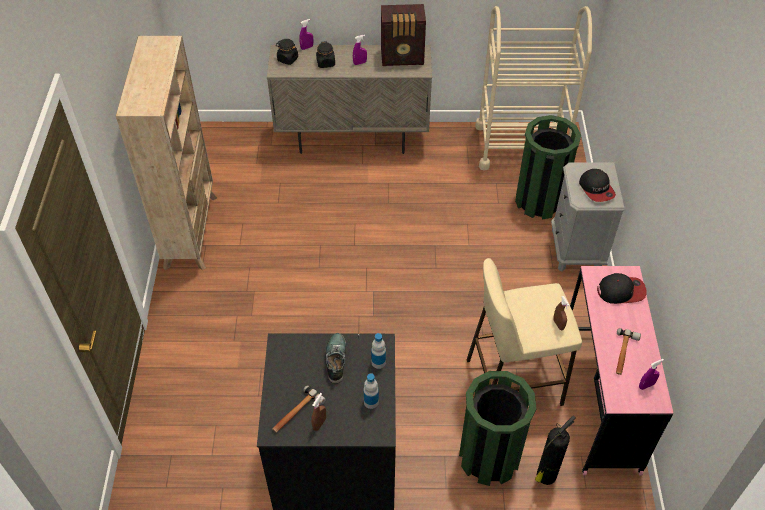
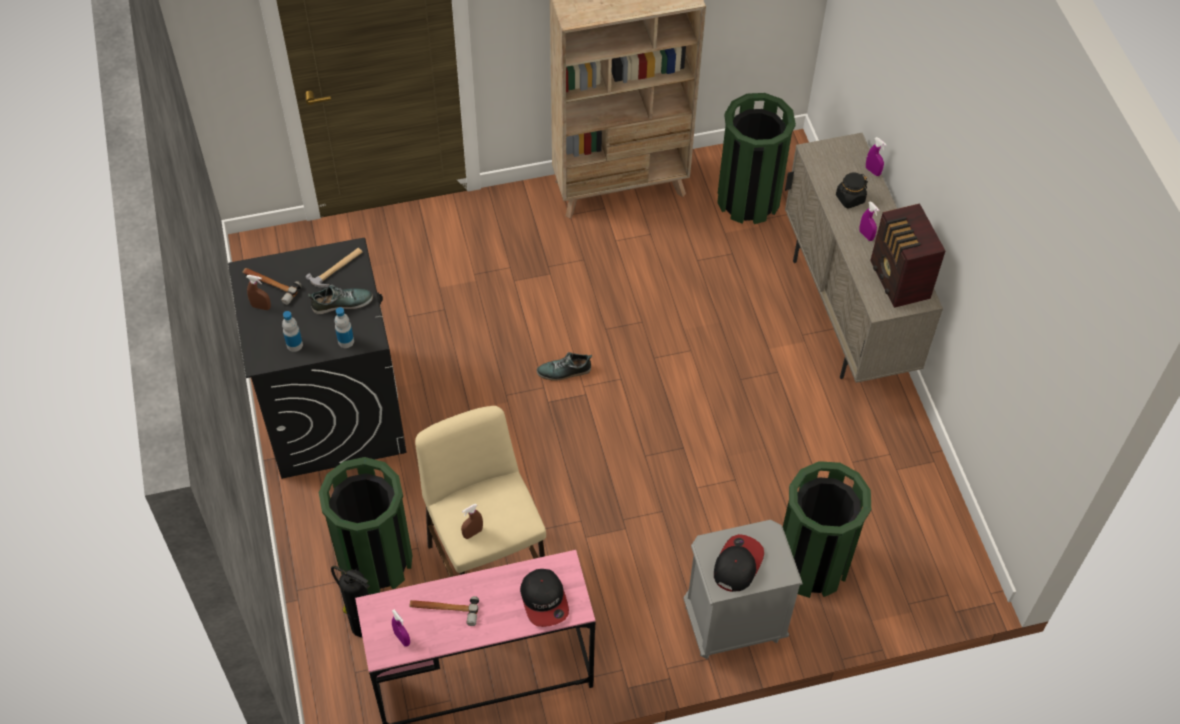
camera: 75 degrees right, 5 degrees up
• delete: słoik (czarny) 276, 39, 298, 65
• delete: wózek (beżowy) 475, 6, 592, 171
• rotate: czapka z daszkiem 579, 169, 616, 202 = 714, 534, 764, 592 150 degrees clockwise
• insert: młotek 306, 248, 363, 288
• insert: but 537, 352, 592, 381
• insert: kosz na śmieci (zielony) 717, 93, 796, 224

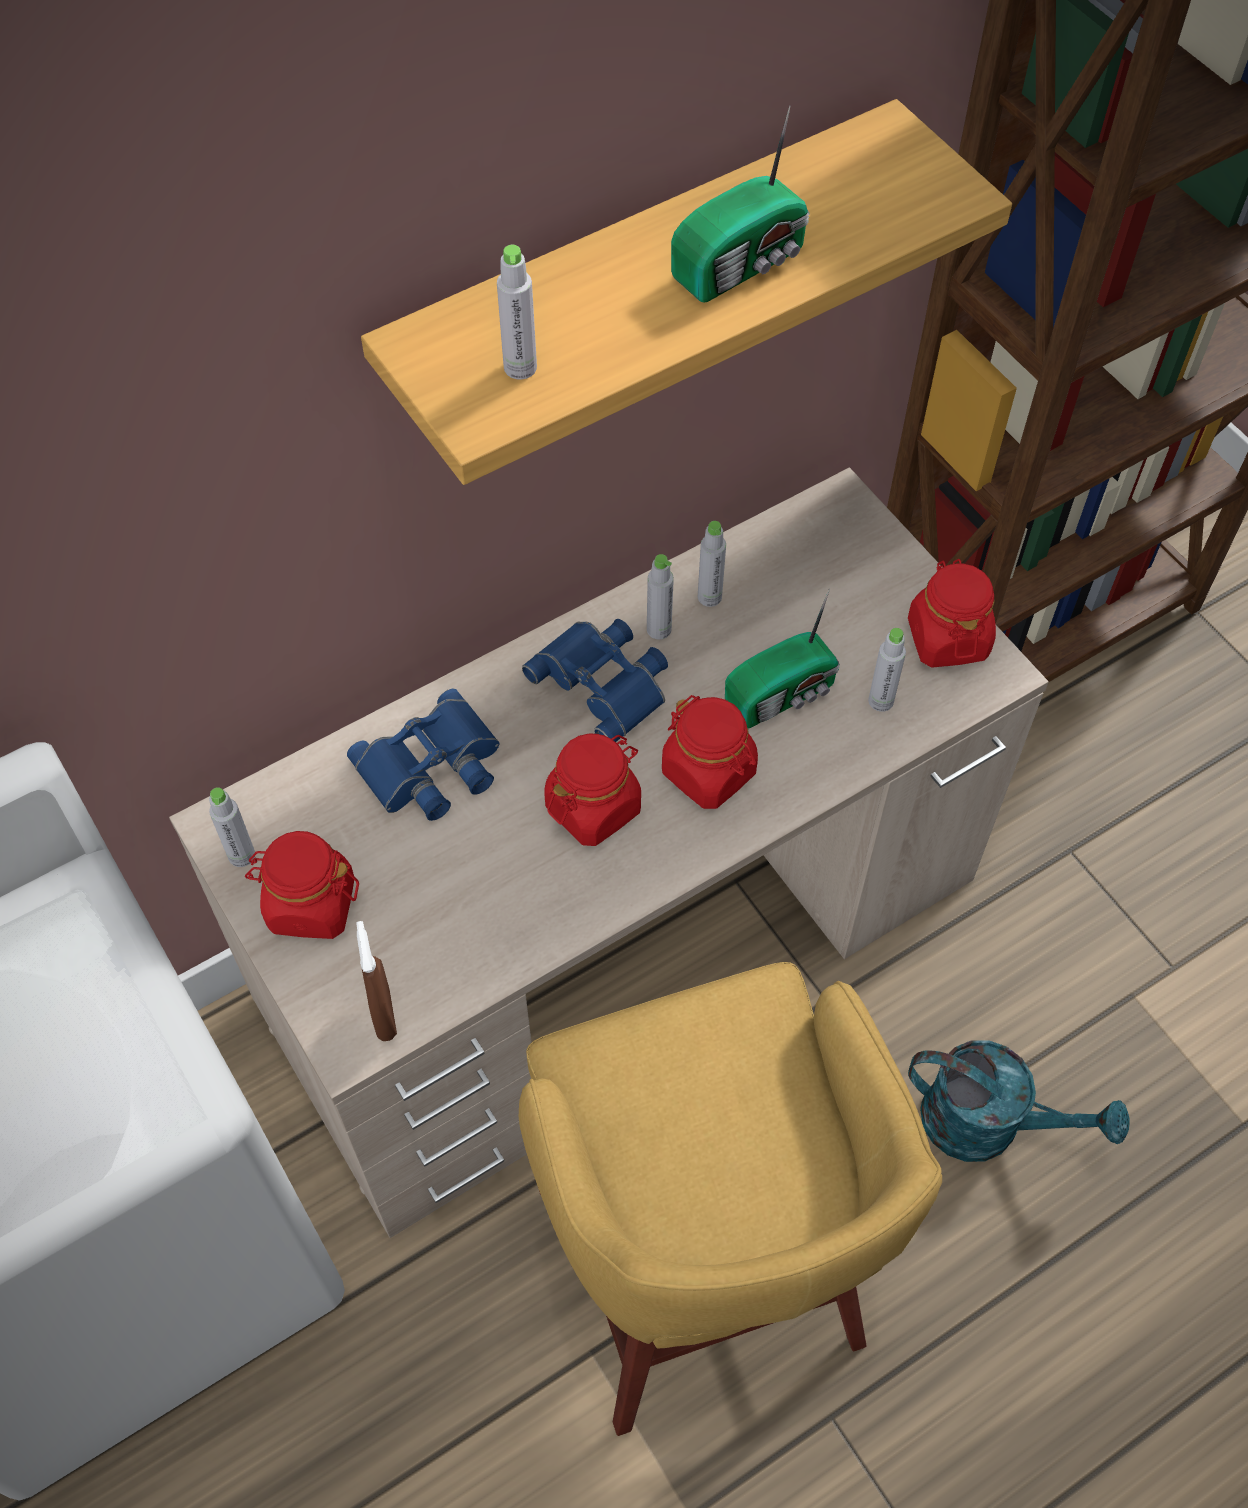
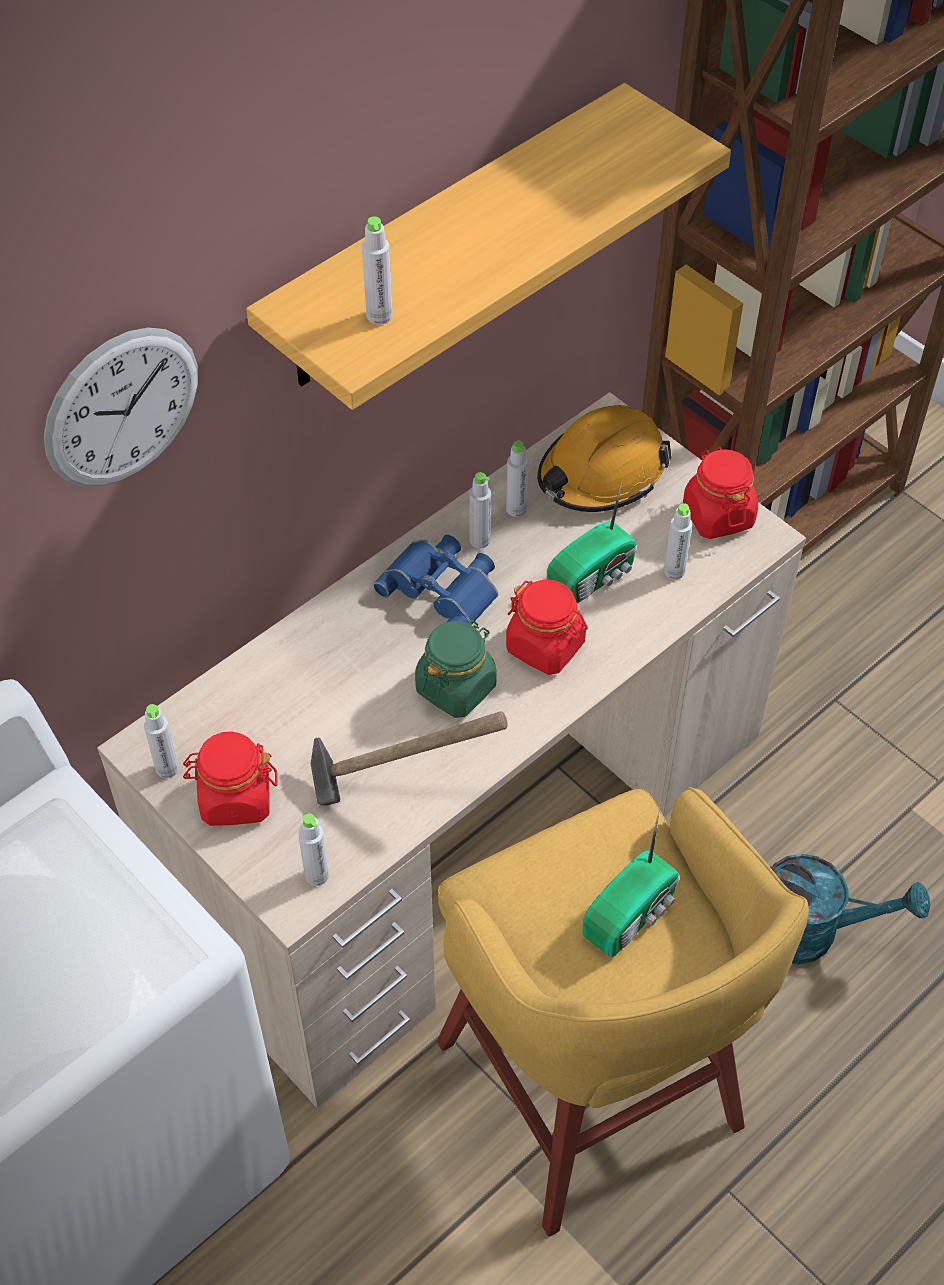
camera: 10 degrees left, 5 degrees down
• delete: lornetka (niebieski) 347, 689, 499, 821
• replace: spryskiwacz (brązowy) 356, 921, 397, 1041 to butelka (szary) 298, 813, 329, 886
• recolor: słoik (czerwony) 544, 734, 641, 846 to słoik (zielony) 415, 620, 497, 718
• move: radio 671, 105, 810, 303 to 582, 811, 680, 957
• insert: zegar ścienny 44, 327, 198, 486
• insert: młotek 311, 711, 508, 806
• insert: kask (pomarańczowy) 537, 405, 672, 512

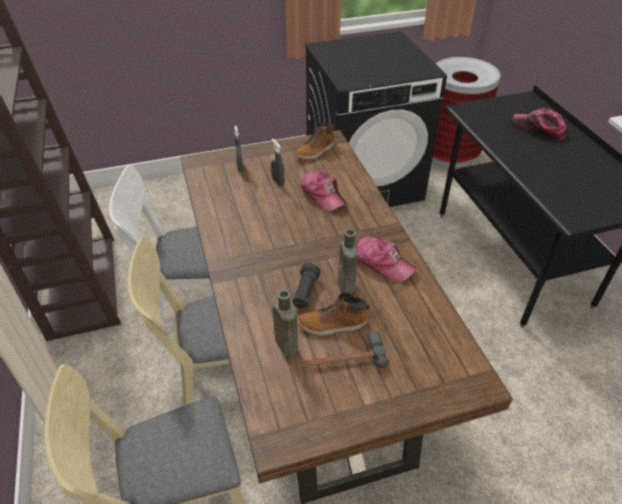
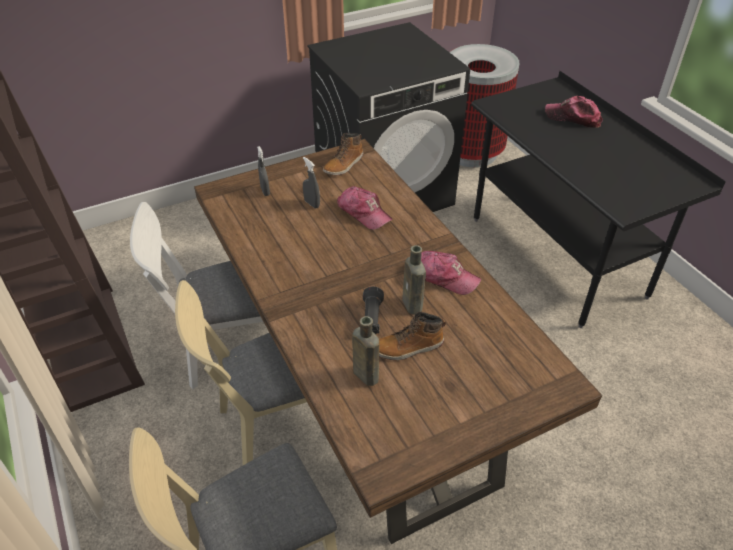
camera: 10 degrees left, 0 degrees up
• delete: młotek 307, 331, 389, 368

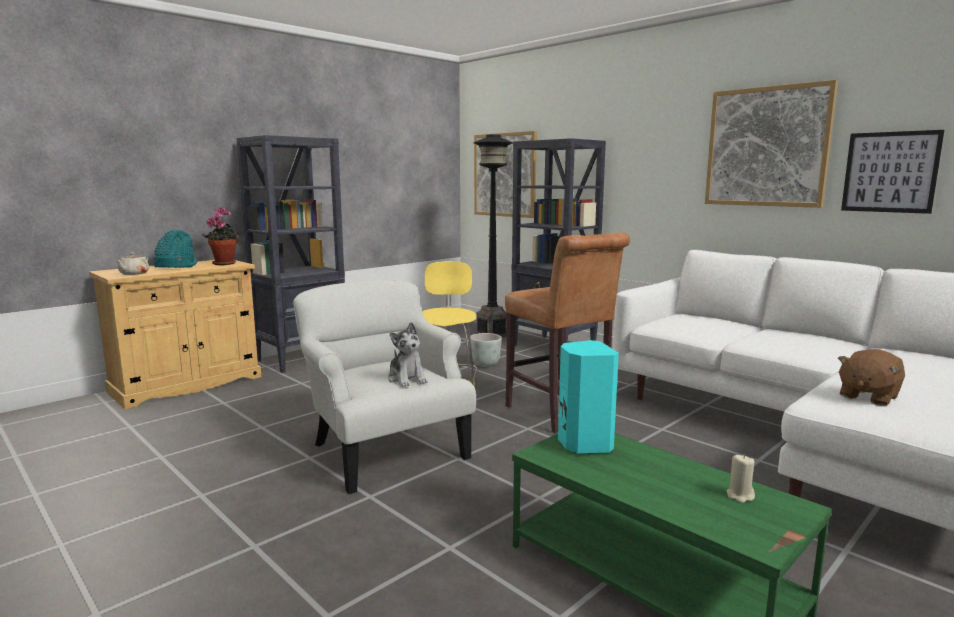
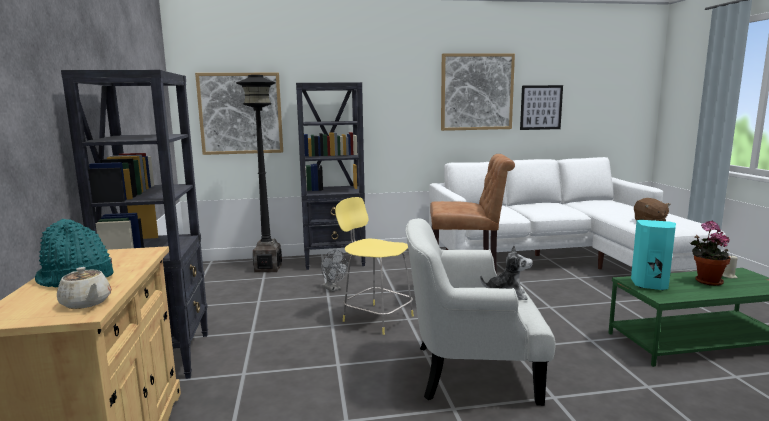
camera: 55 degrees left, 0 degrees up
• move: roślina doniczkowa 202, 207, 241, 265 to 690, 221, 731, 286
• replace: donica (szary) 470, 333, 502, 367 to wentylator (szary) 321, 250, 348, 292

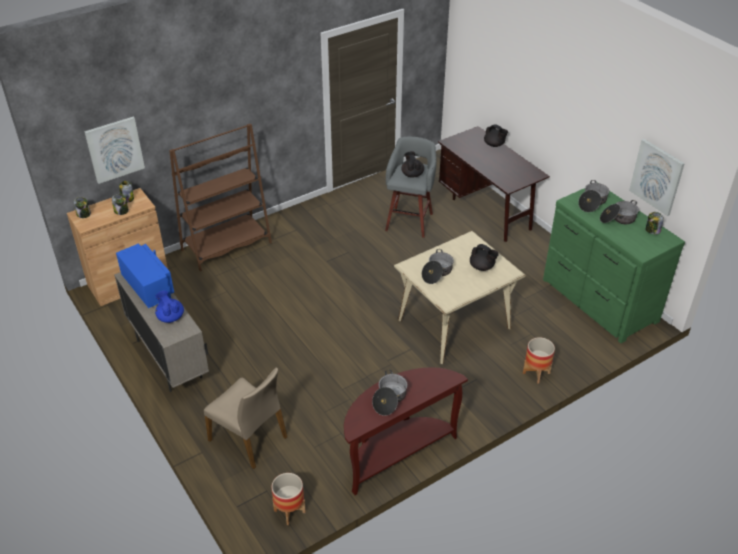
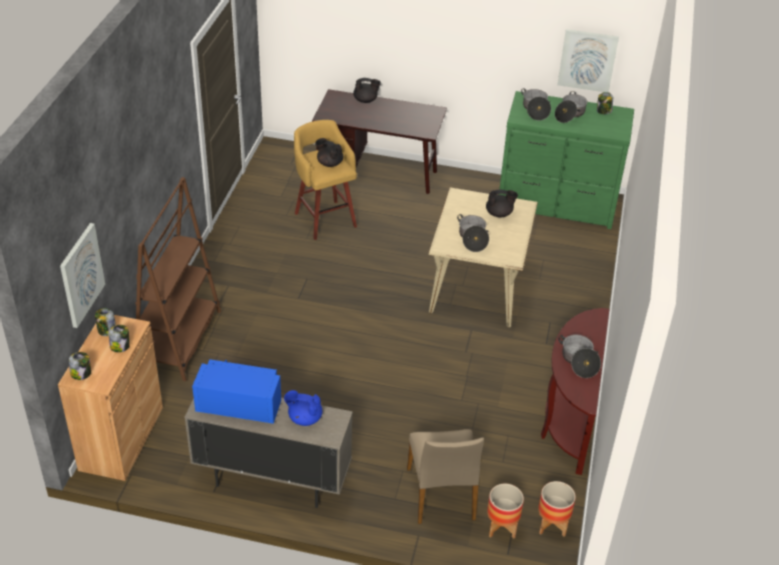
camera: 45 degrees left, 0 degrees up
• rotate: krzesło (beżowy) 204, 367, 287, 469 = 407, 429, 484, 524 90 degrees clockwise
• recolor: stołek (szary) 385, 137, 437, 238 to stołek (żółty) 294, 120, 357, 240
• move: donica 523, 337, 555, 384 to 487, 484, 524, 539

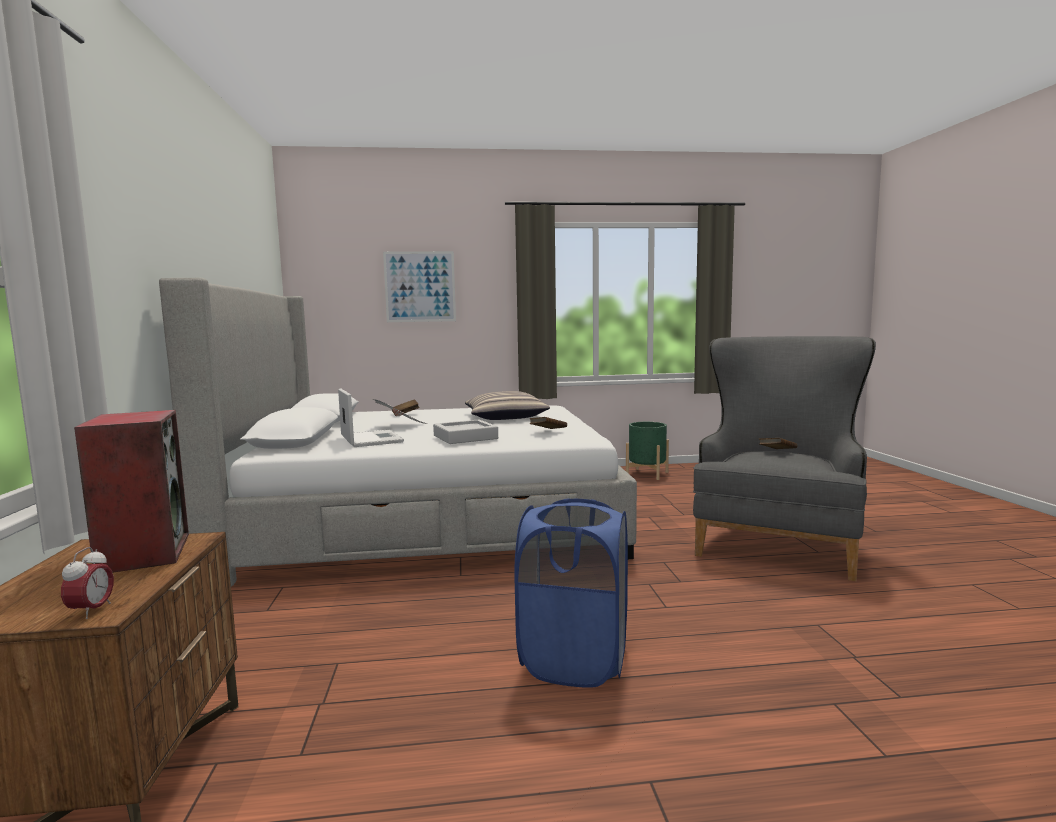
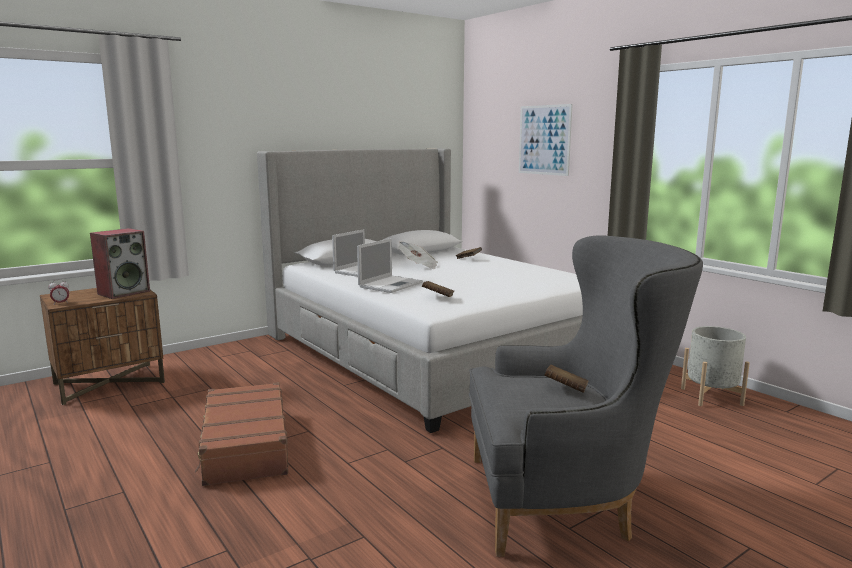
camera: 60 degrees right, 5 degrees up
• replace: taca (szary) 433, 420, 498, 444 to laptop 357, 238, 423, 293
• delete: poduszka 465, 391, 550, 420
• replace: kosz na pranie (niebieski) 514, 498, 628, 688 to walizka (brązowy) 195, 382, 288, 486
• recolor: donica (zielony) 626, 422, 669, 480 to donica (szary) 681, 326, 750, 406

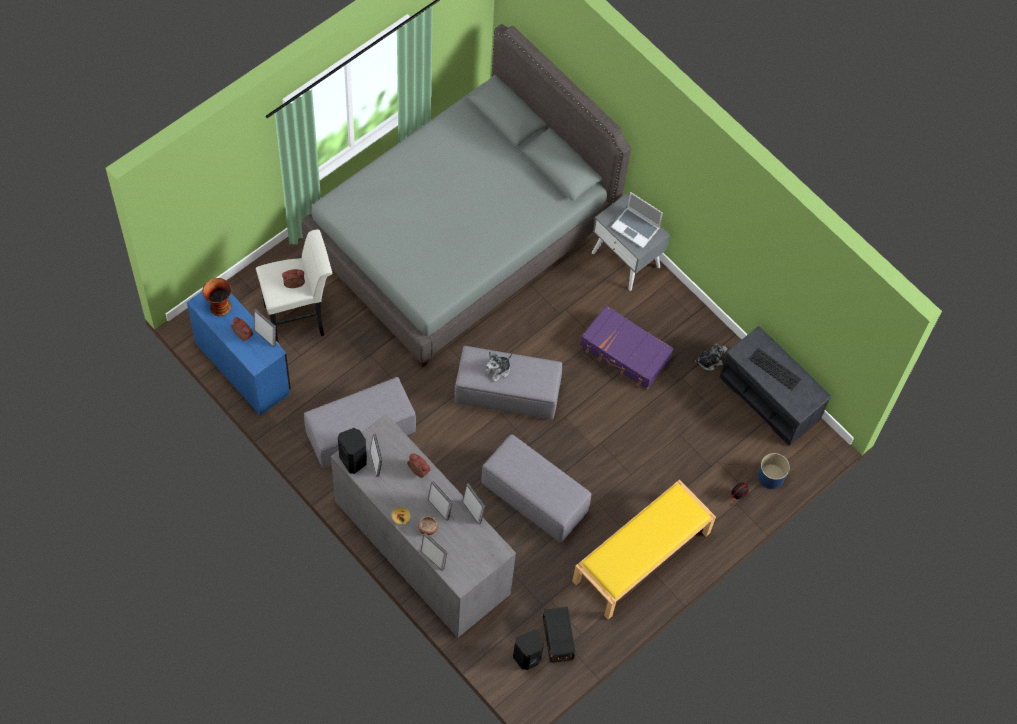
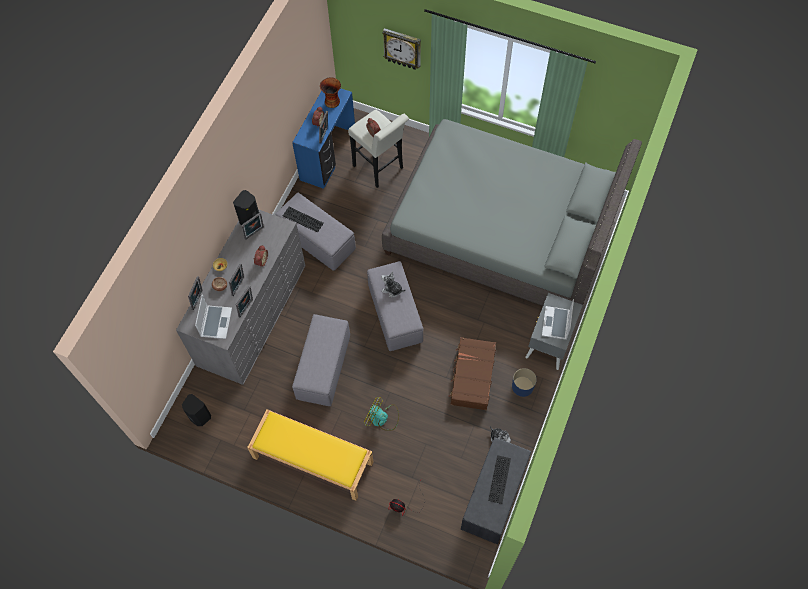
camera: 70 degrees right, 0 degrees up
• delete: pojemnik do przechowywania (czarny) 543, 607, 576, 663
• recolor: walizka (fioletowy) 580, 305, 674, 389 to walizka (brązowy) 448, 337, 496, 410
• move: donica (niebieski) 757, 453, 790, 489 to 512, 368, 537, 397
• insert: laptop 195, 294, 232, 339
• insert: klawiatura 283, 207, 324, 233
• insert: wentylator 364, 397, 399, 431
• insert: zegar ścienny 382, 28, 421, 70

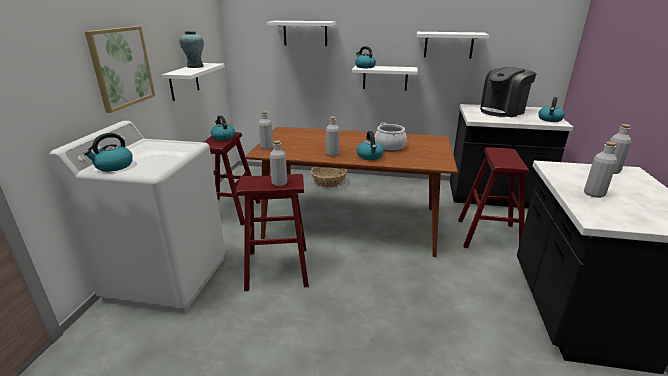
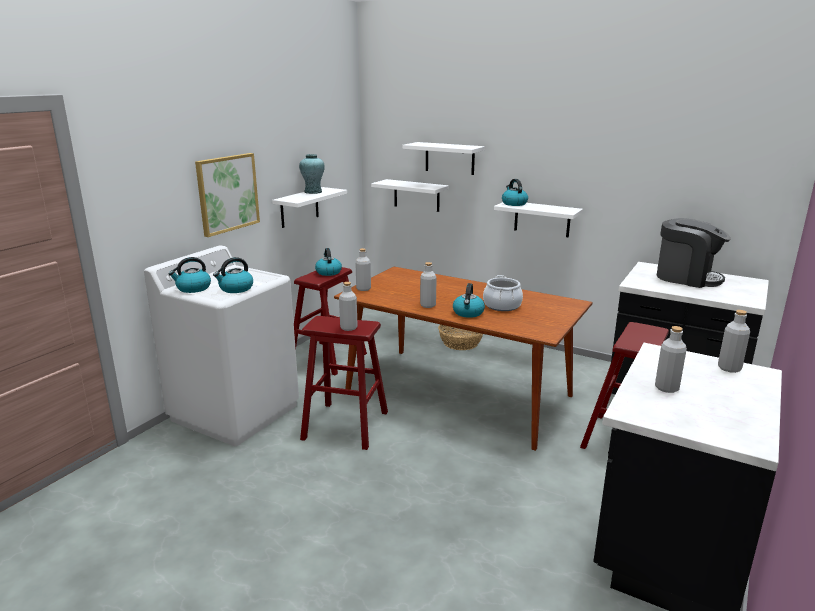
camera: 20 degrees right, 5 degrees down
• move: półka (biały) 417, 32, 489, 59 to 371, 179, 449, 212
• rotate: ekspres do kawy 480, 67, 537, 117 = 657, 218, 731, 288 135 degrees counterclockwise
• move: czajnik 538, 97, 565, 122 to 213, 257, 253, 293

